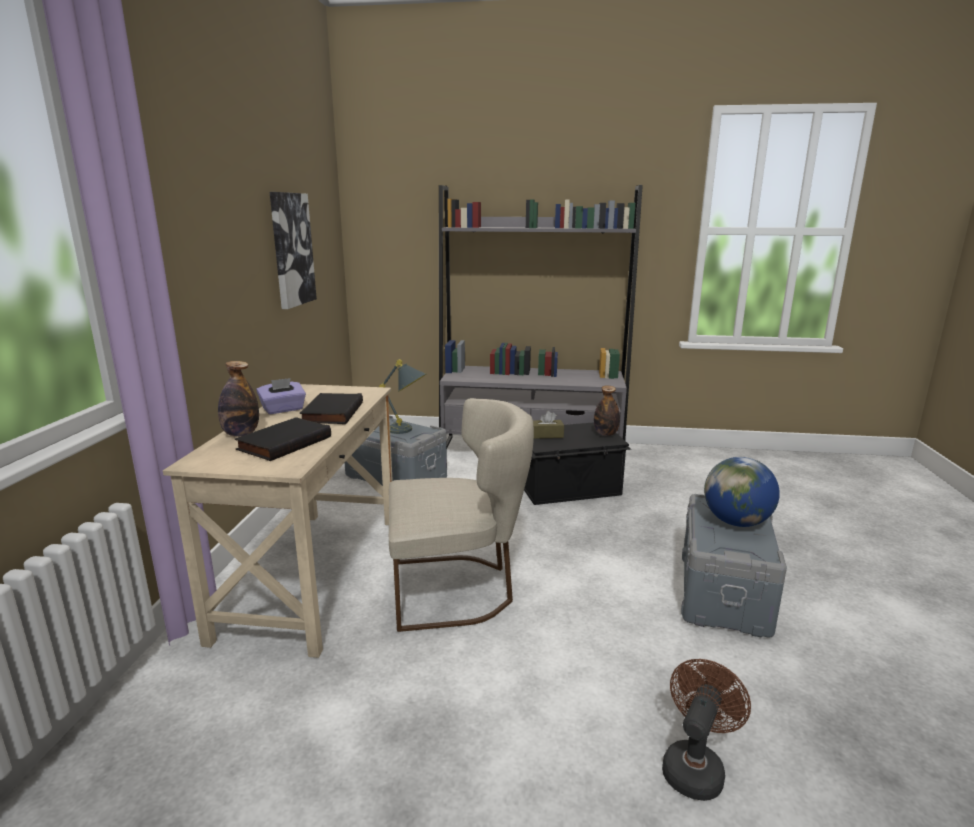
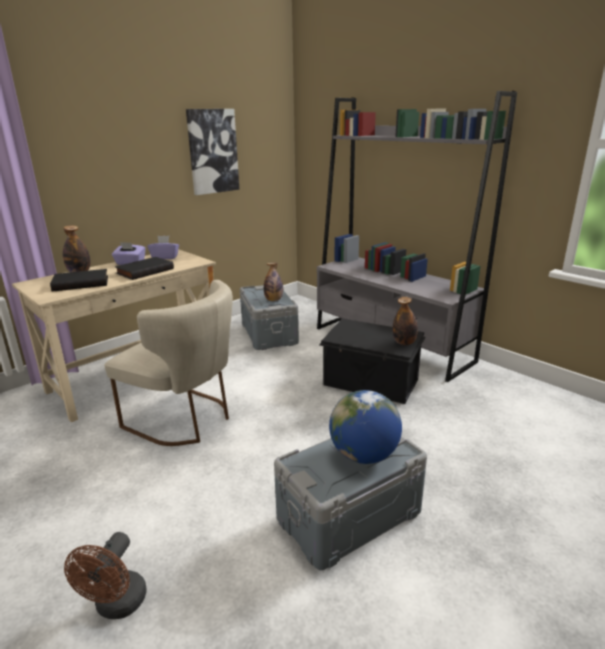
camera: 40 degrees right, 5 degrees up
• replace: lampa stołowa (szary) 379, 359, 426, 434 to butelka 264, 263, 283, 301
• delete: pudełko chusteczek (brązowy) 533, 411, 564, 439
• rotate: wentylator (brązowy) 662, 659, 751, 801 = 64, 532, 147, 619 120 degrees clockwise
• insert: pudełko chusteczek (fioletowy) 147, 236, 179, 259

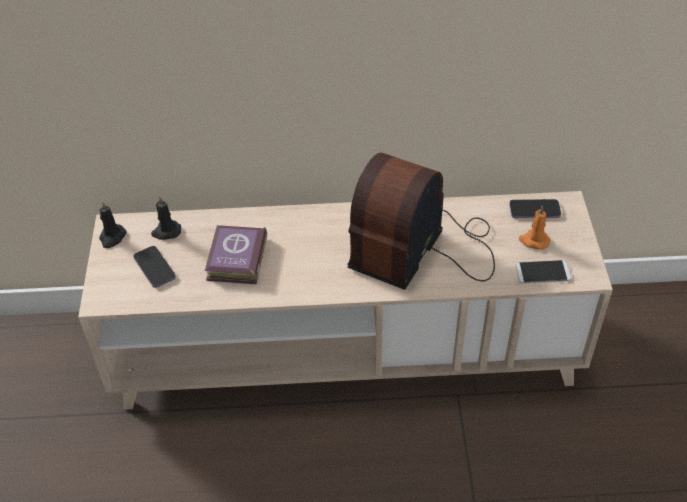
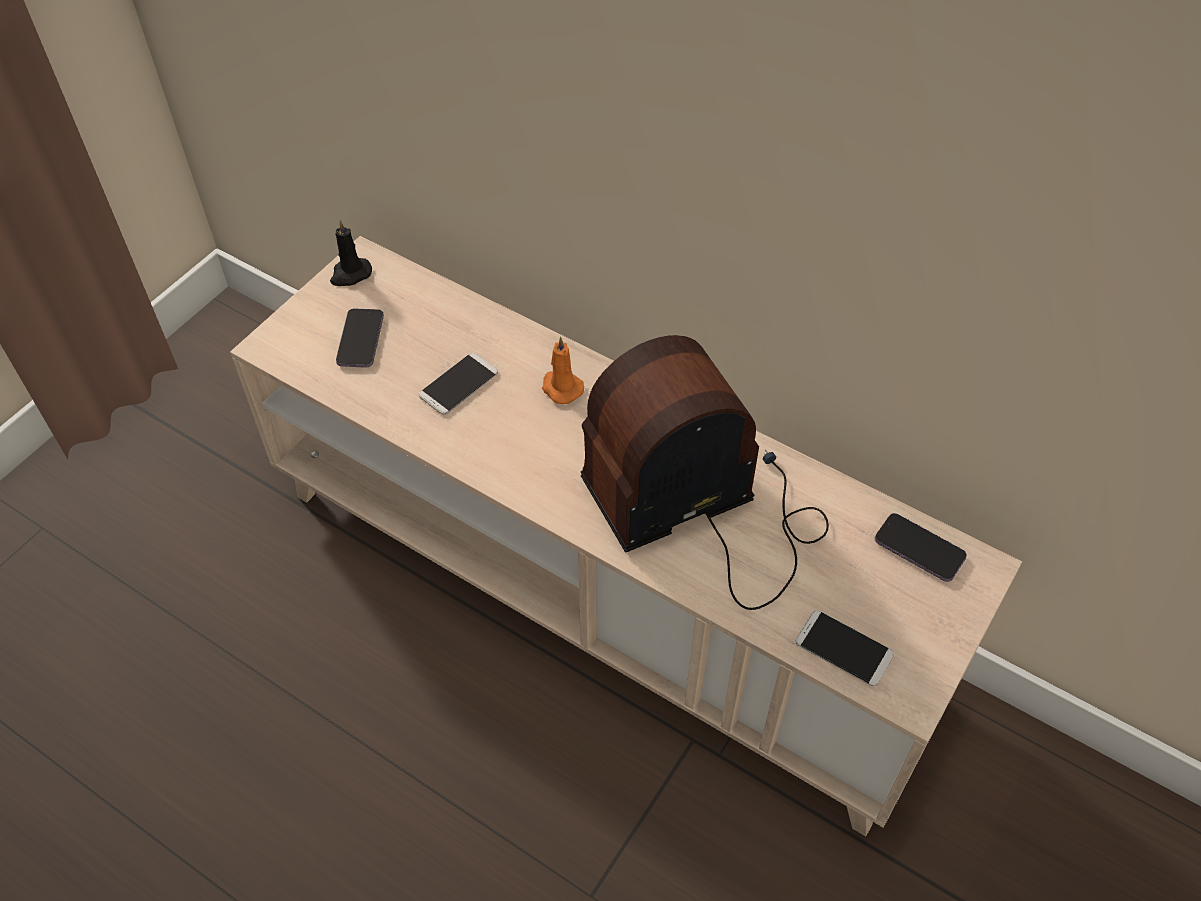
camera: 35 degrees right, 5 degrees up
• delete: świeca (czarny) 151, 196, 181, 240
• replace: książka 205, 225, 267, 284 to telefon 419, 353, 498, 415
• move: świeca (pomarańczowy) 519, 205, 551, 250 to 542, 337, 584, 404

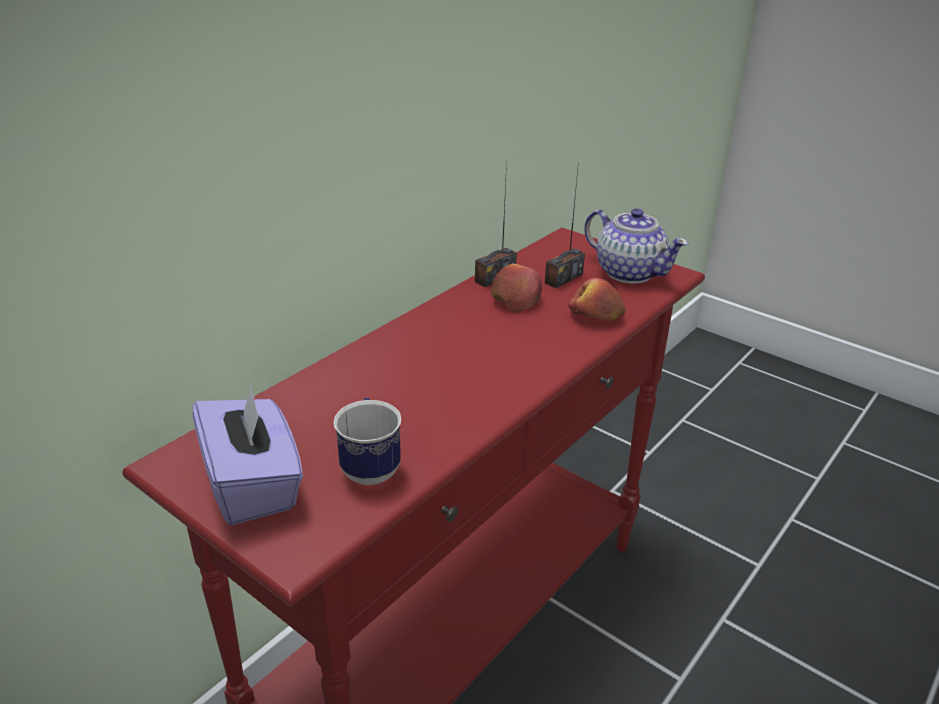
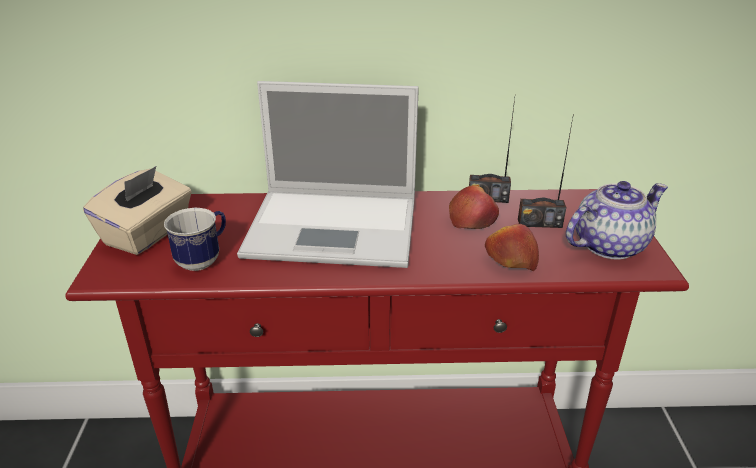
camera: 50 degrees right, 0 degrees up
• recolor: pudełko chusteczek (fioletowy) 193, 384, 303, 525 to pudełko chusteczek (beżowy) 83, 166, 192, 255
• rotate: imbryk 584, 208, 689, 284 = 566, 181, 668, 260 120 degrees counterclockwise
• insert: laptop 237, 81, 419, 268

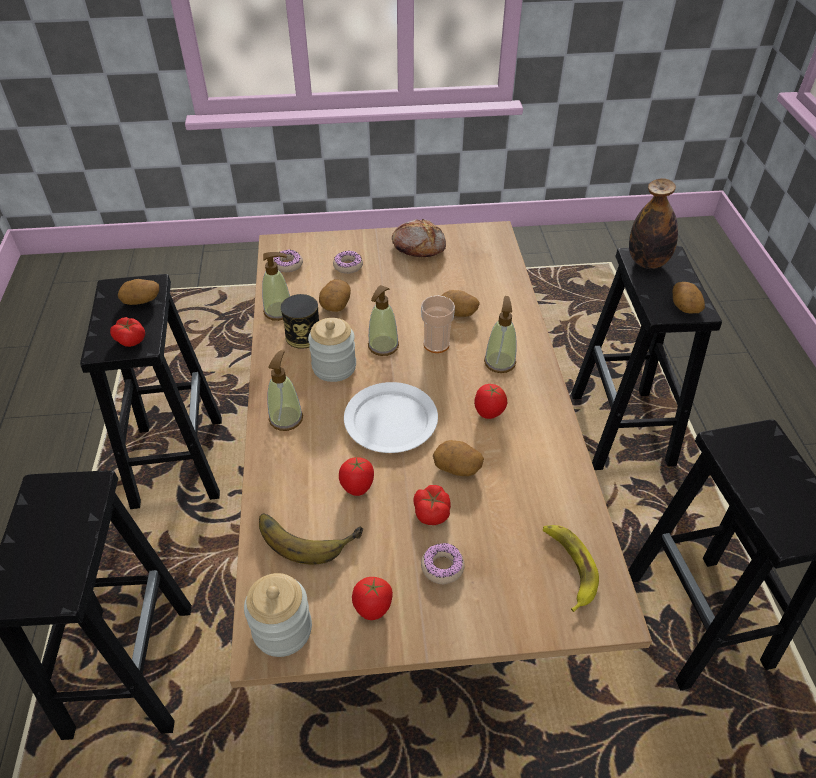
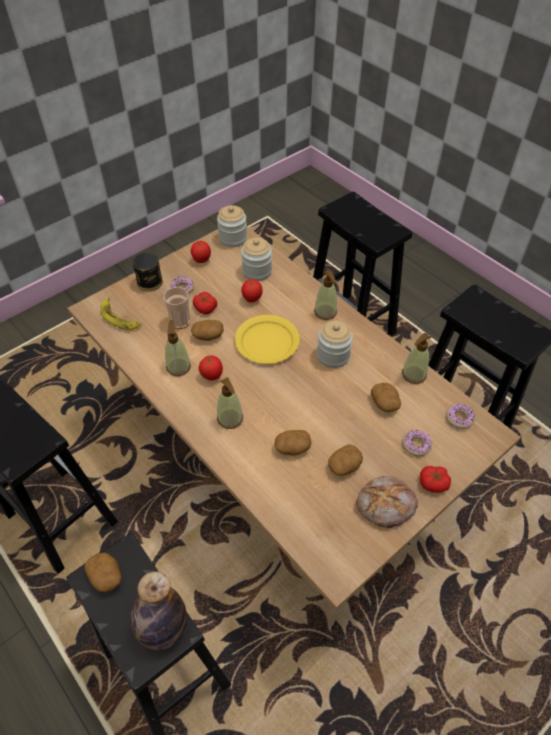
camera: 145 degrees right, 5 degrees up
• move: pomidor 110, 317, 145, 347 to 420, 466, 451, 493
• move: ziemniak 118, 279, 159, 305 to 328, 444, 363, 476
• replace: banan 259, 513, 363, 564 to słoik 241, 238, 272, 281
• move: puszka 281, 294, 319, 349 to 132, 253, 163, 292
• recolor: talerz (biały) 344, 382, 438, 453 to talerz (żółty) 235, 315, 300, 364
• move: dozownik mydła 368, 285, 399, 356 to 165, 320, 191, 376
• move: filiżanka 421, 296, 455, 353 to 163, 287, 190, 329

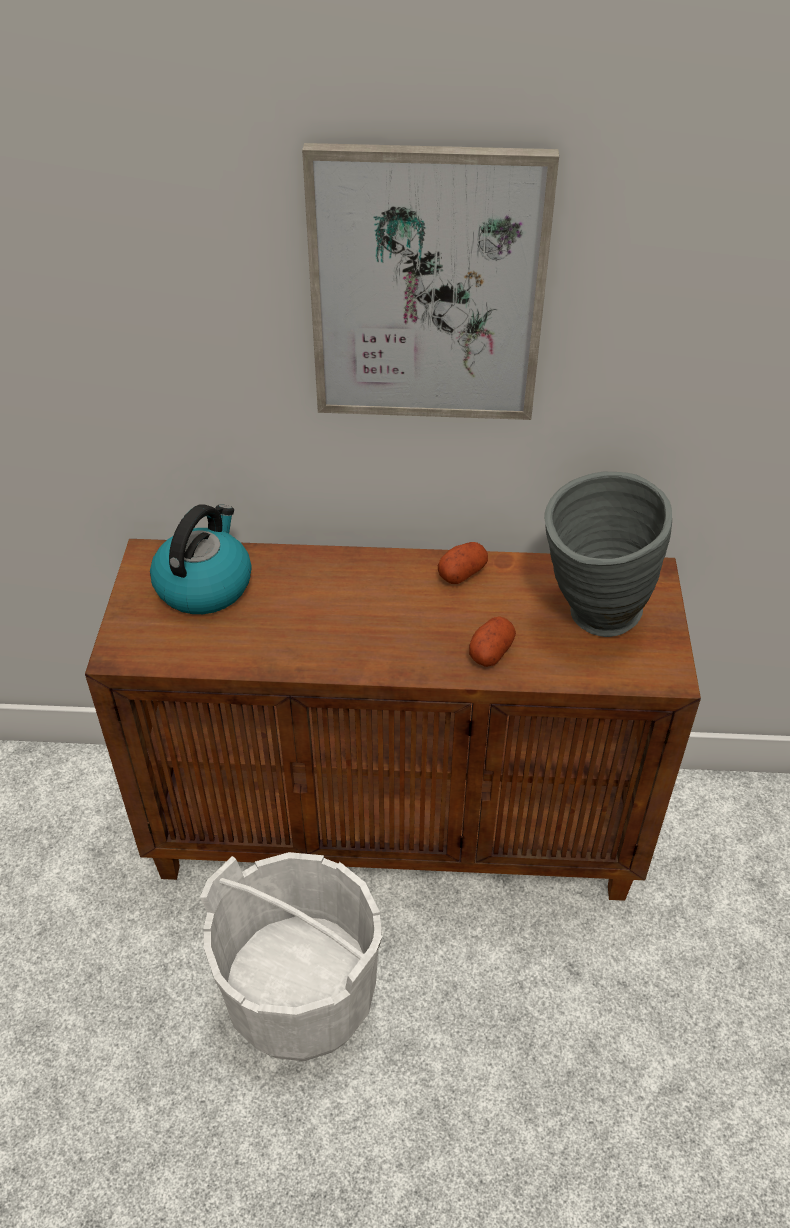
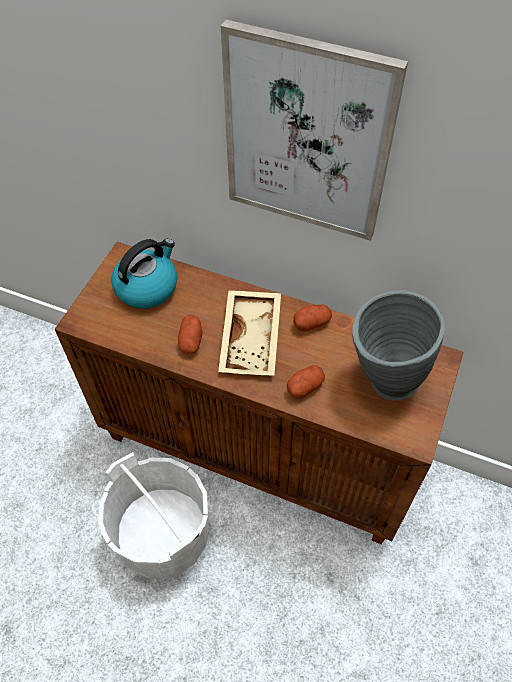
camera: 20 degrees right, 10 degrees up
• insert: ziemniak 178, 315, 202, 354
• insert: taca (beżowy) 218, 290, 281, 376

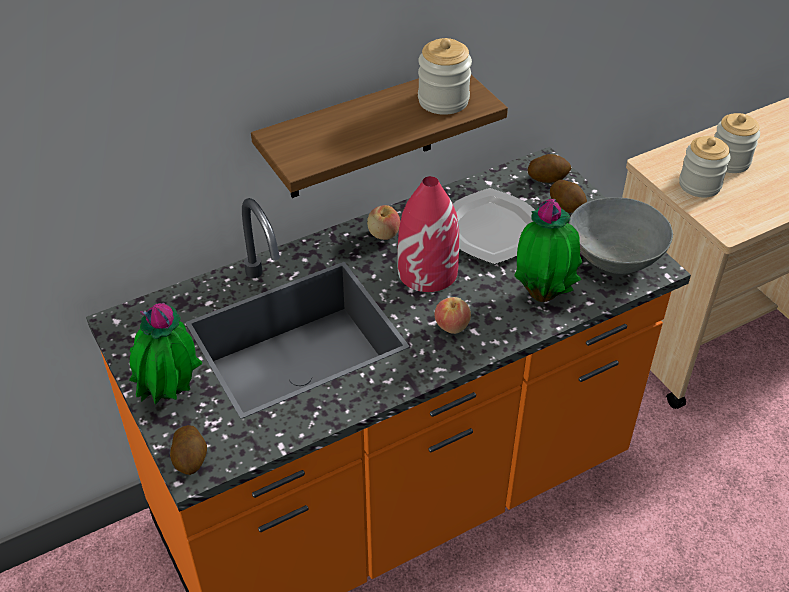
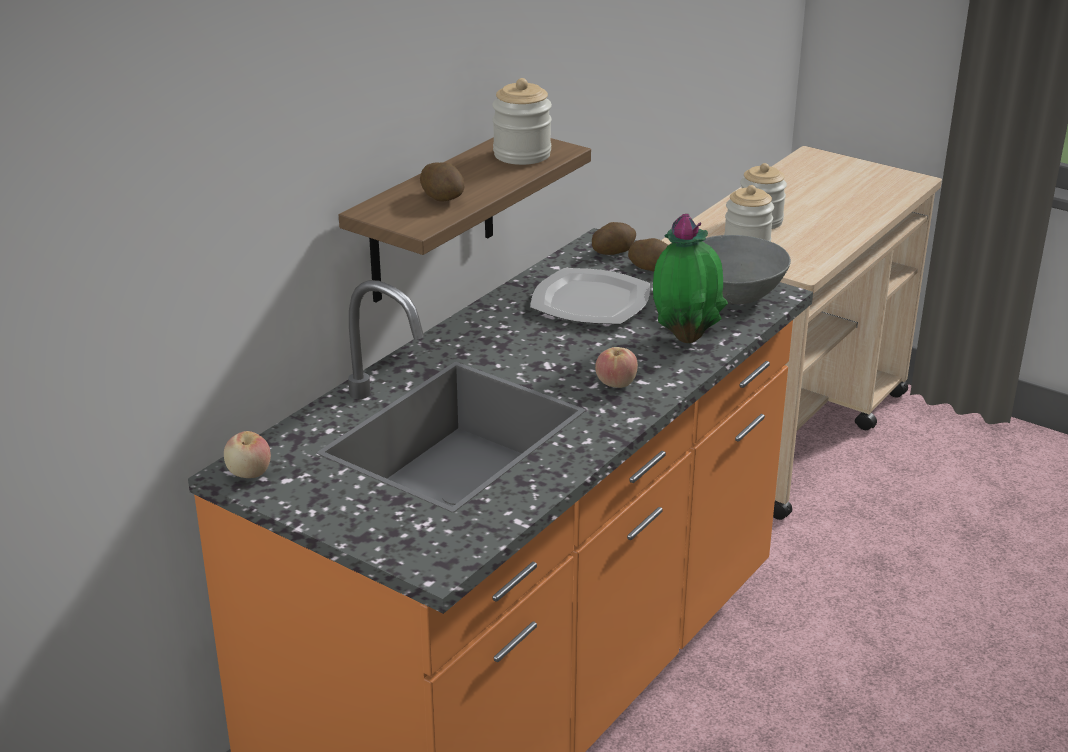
camera: 25 degrees left, 15 degrees down
• delete: roślina doniczkowa 129, 303, 202, 404
• move: ziemniak 170, 425, 207, 475 to 420, 162, 465, 202
• move: jabłko 367, 205, 400, 240 to 224, 431, 271, 478
• delete: wazon (czerwony) 397, 176, 459, 292

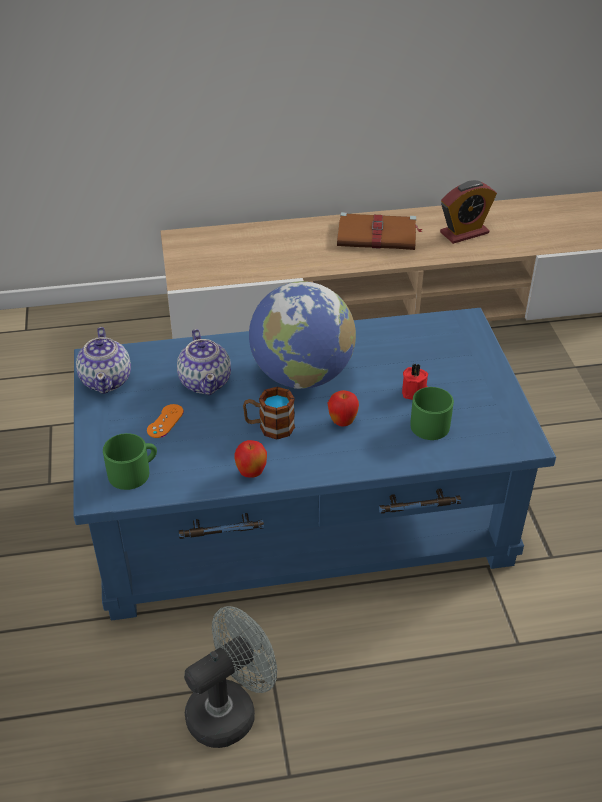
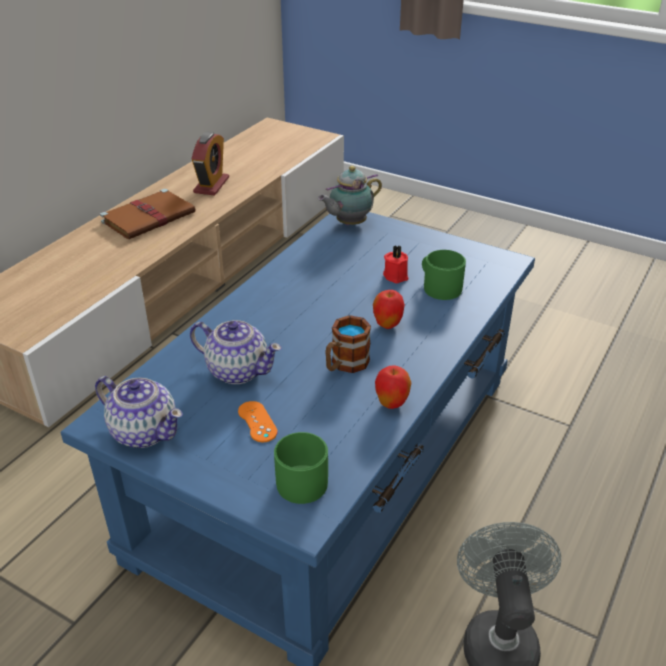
camera: 50 degrees left, 5 degrees down
• delete: globus 249, 281, 356, 389
• insert: imbryk 318, 166, 382, 225

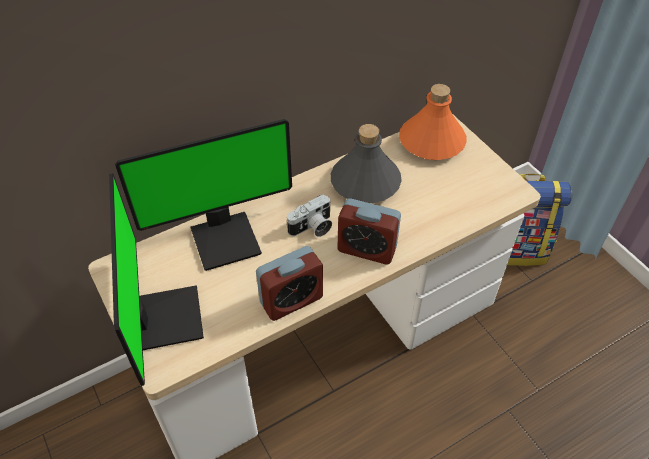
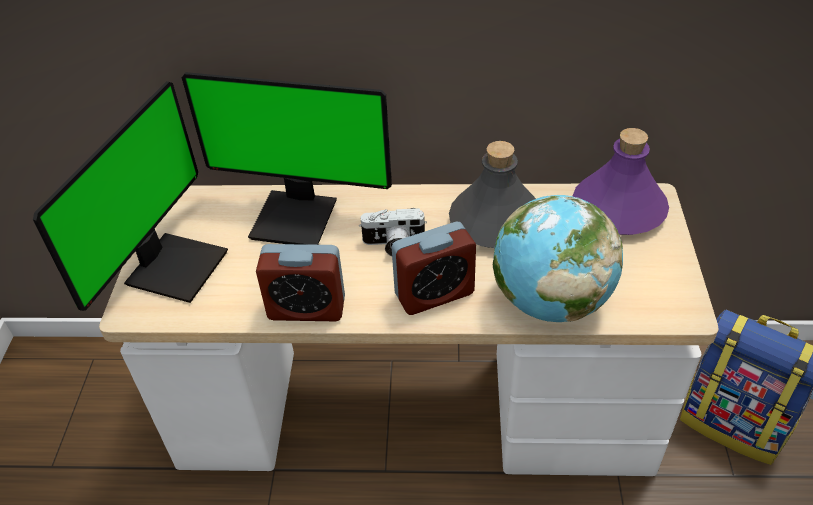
camera: 35 degrees right, 5 degrees down
• rotate: budzik 337, 198, 401, 265 = 392, 222, 476, 315 75 degrees counterclockwise
• recolor: butelka (pomarańczowy) 399, 84, 466, 160 to butelka (fioletowy) 572, 128, 669, 235
• insert: globus 493, 195, 623, 322

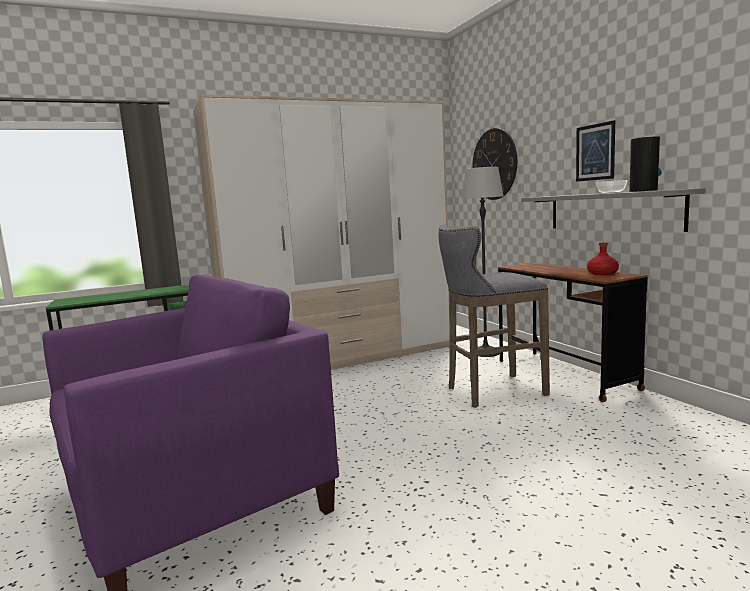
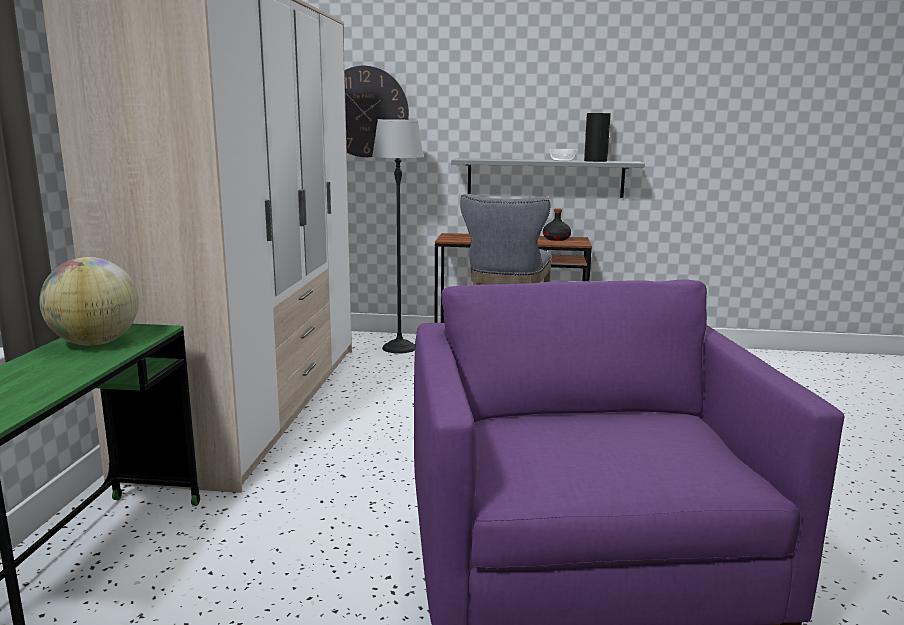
camera: 60 degrees left, 5 degrees up
• delete: obraz 576, 120, 615, 182
• recolor: butelka (czerwony) 587, 242, 619, 275 to butelka (czarny) 543, 209, 571, 241
• insert: globus 39, 257, 139, 346

